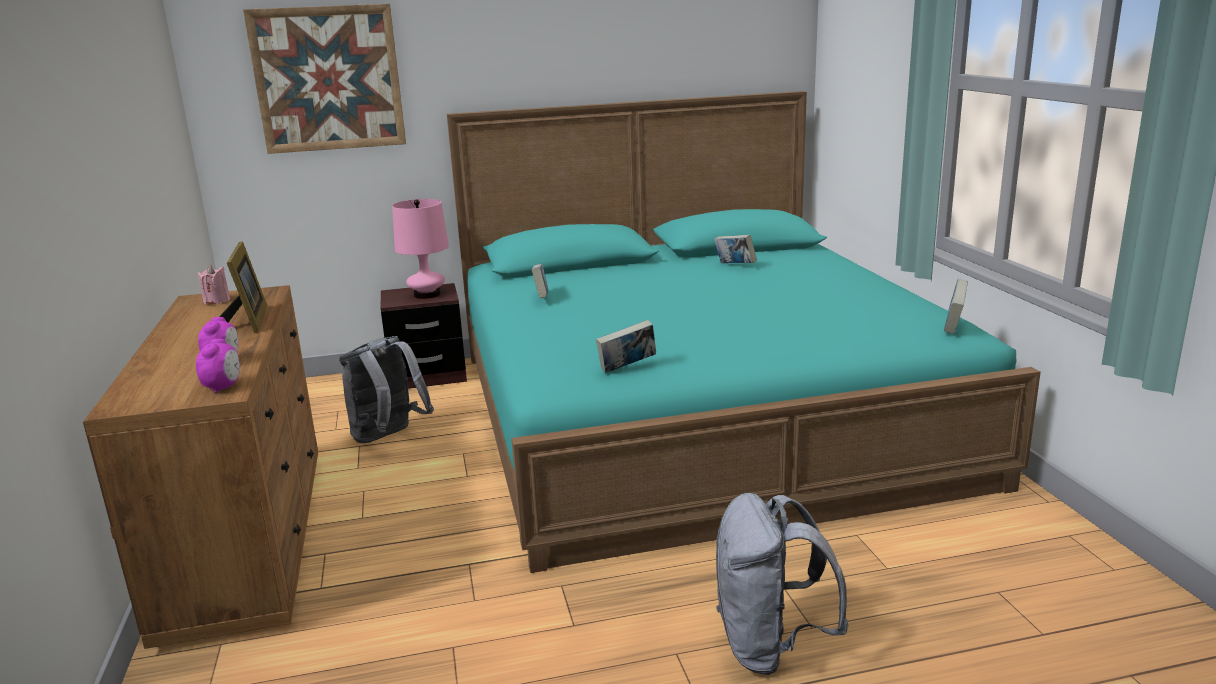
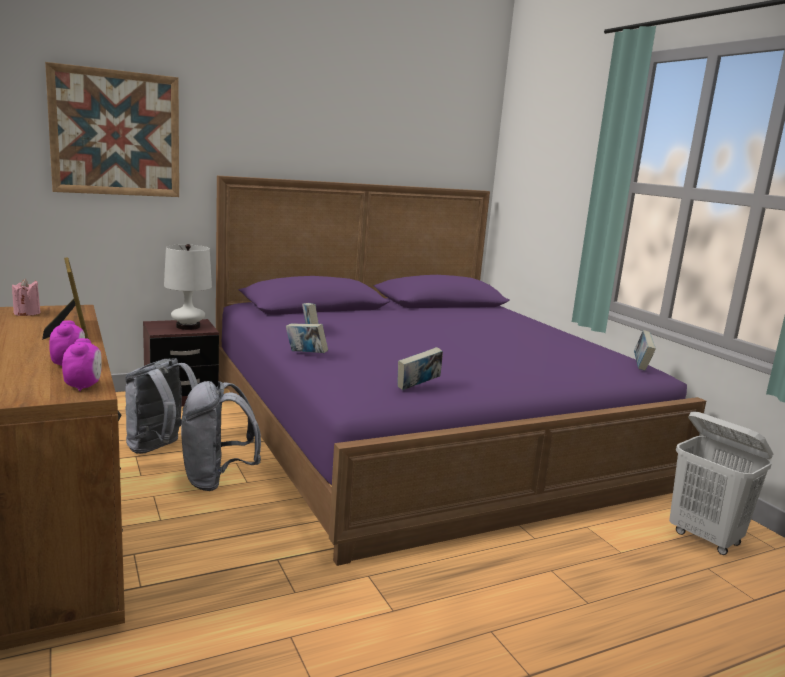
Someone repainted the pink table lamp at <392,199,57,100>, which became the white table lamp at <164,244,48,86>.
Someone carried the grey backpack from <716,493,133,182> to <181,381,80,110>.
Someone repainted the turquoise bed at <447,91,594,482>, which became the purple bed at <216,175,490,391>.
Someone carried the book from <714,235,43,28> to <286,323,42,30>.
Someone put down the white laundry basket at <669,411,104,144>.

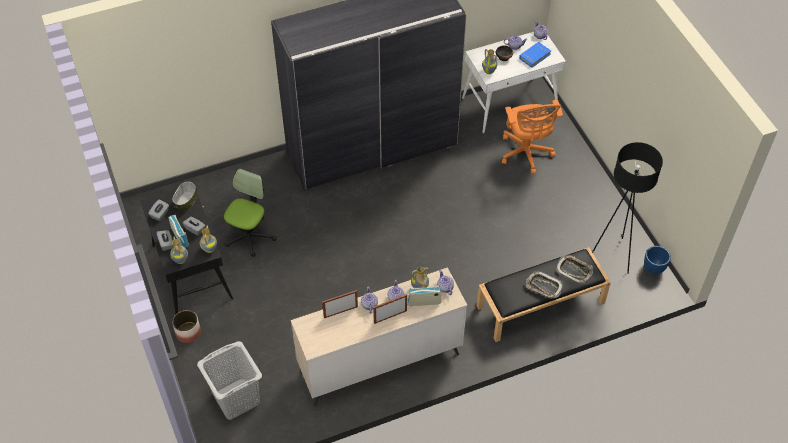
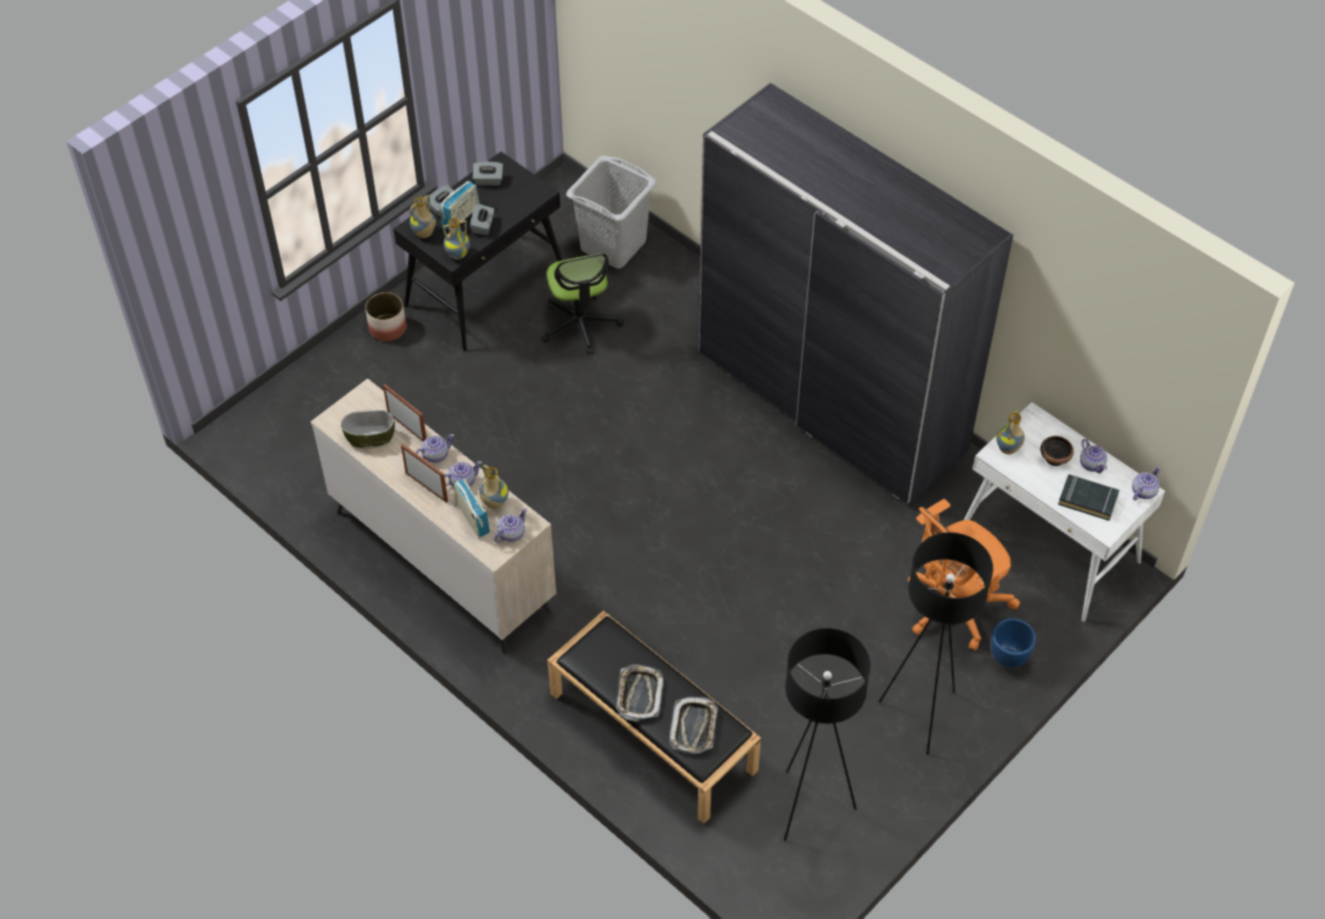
Someone carried the bowl from <172,182,25,29> to <341,410,54,39>.
Someone rotated the office chair at <224,169,53,88> by 75 degrees clockwise.
Someone carried the grey laundry basket from <197,341,65,79> to <566,156,91,113>.
Someone put down the black floor lamp at <879,532,114,223>.
Someone carried the blue planter from <644,246,27,28> to <991,618,45,50>.
Someone repainted the blue book at <519,42,32,26>, which became the black book at <1058,474,62,47>.

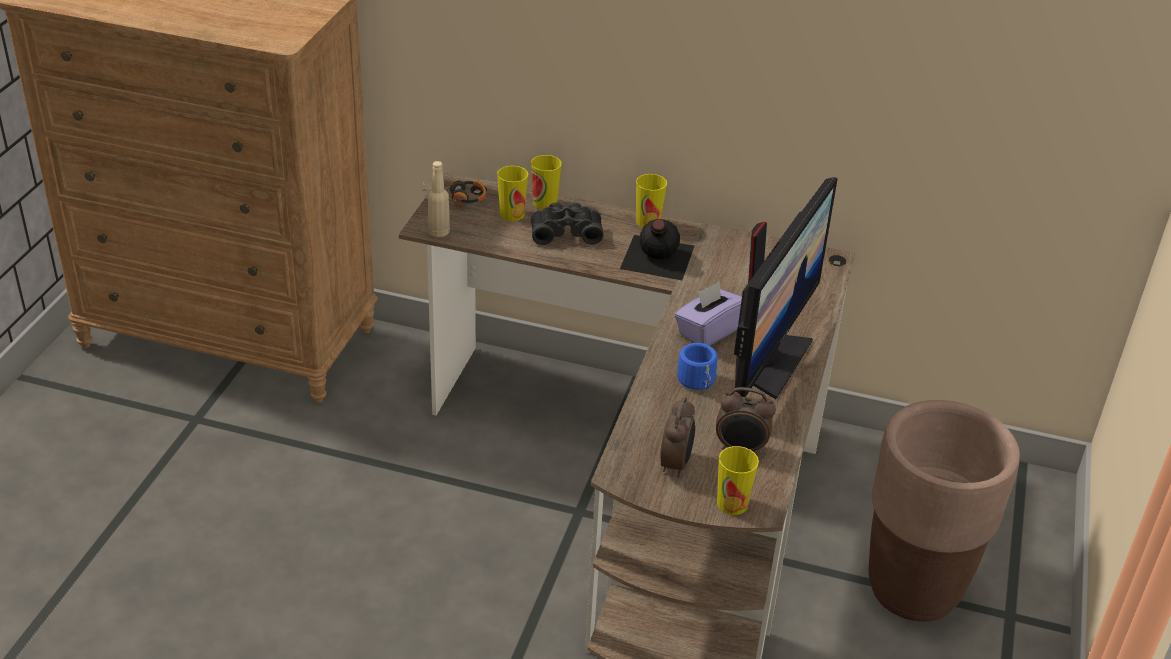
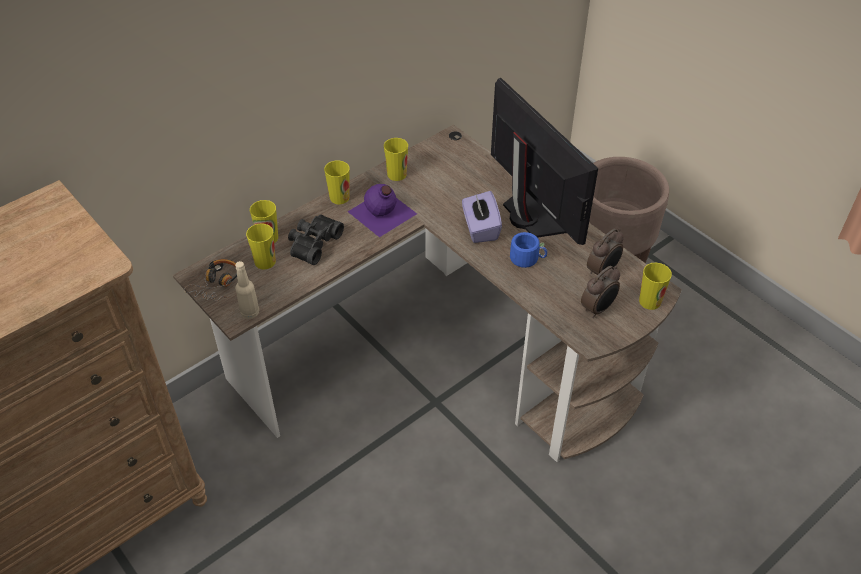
Someone repainted the black bottle at <620,219,74,61>, which became the purple bottle at <347,184,70,53>.
Someone put down the cup at <384,138,24,43>.
Someone rotated the alarm clock at <660,397,35,80> by 90 degrees clockwise.

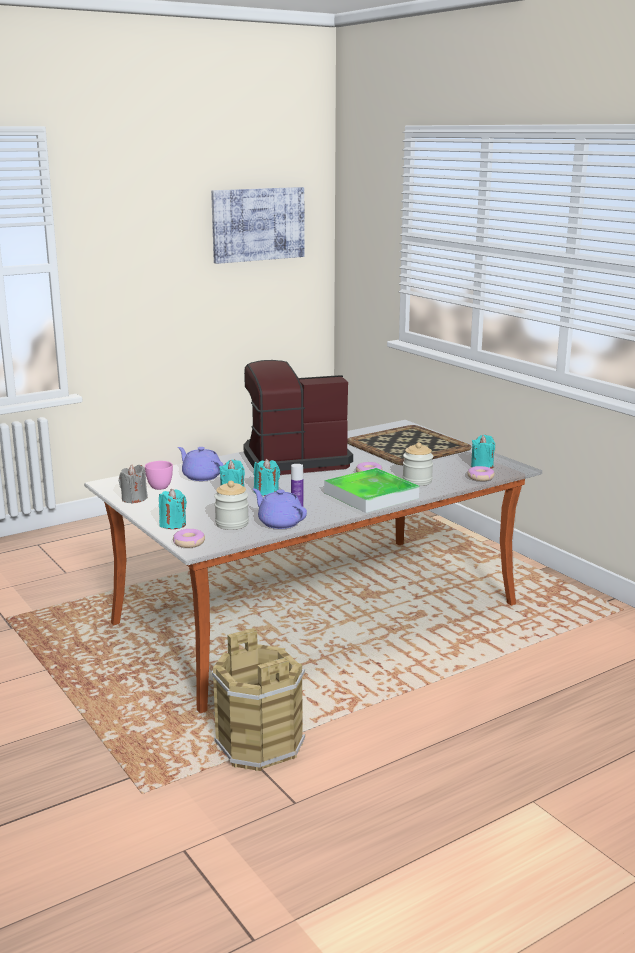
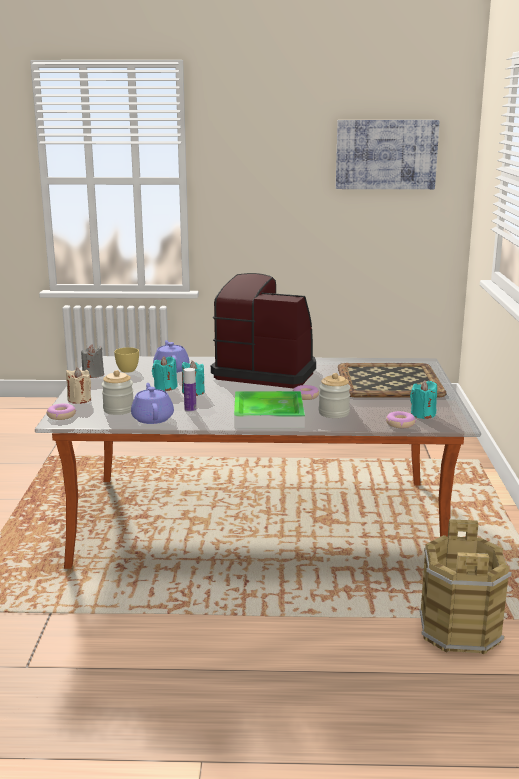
Someone repainted the turquoise candle at <159,489,28,40>, which became the beige candle at <66,368,25,36>.
Someone repainted the pink cup at <145,461,28,29>, which became the yellow cup at <114,347,25,26>.
Someone carried the brown bucket from <211,628,94,143> to <419,519,93,135>.

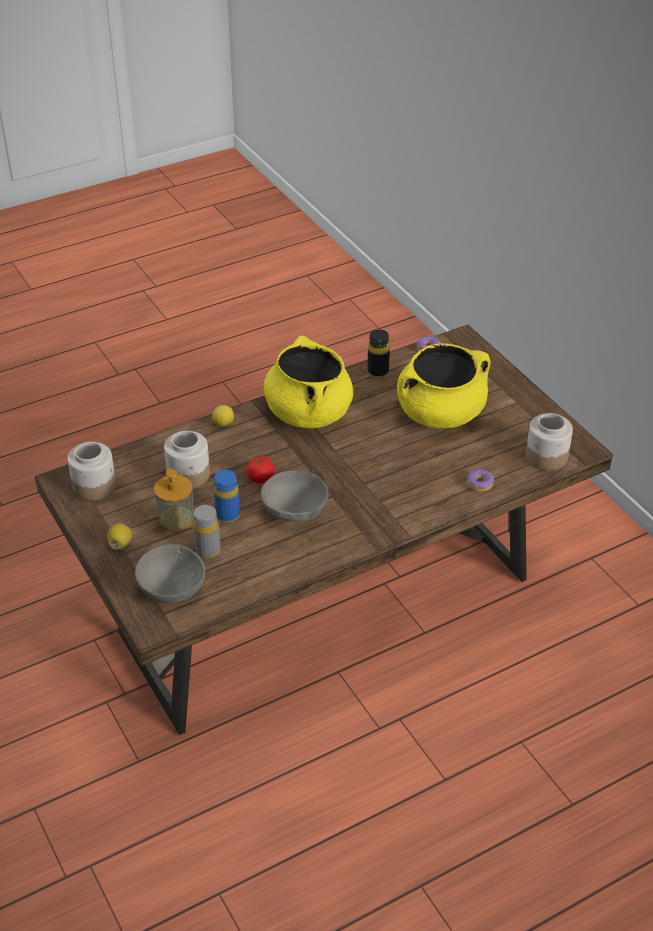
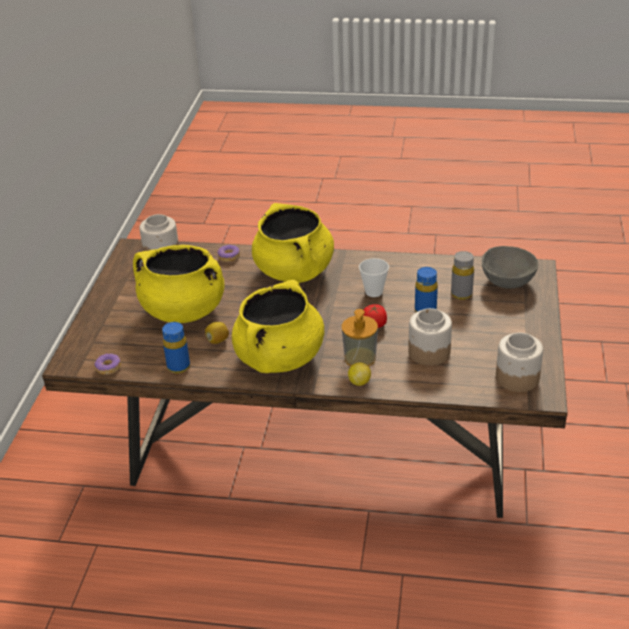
Someone repainted the black bottle at <367,329,23,49>, which became the blue bottle at <162,322,28,51>.
Someone carried the lemon from <106,523,26,27> to <205,322,24,22>.
Someone put down the yellow cooking pot at <252,203,82,80>.
Someone carried the soap dispenser from <154,468,39,63> to <342,309,36,58>.
Someone swapped the grey bowl at <261,471,67,51> for the cup at <359,258,30,39>.

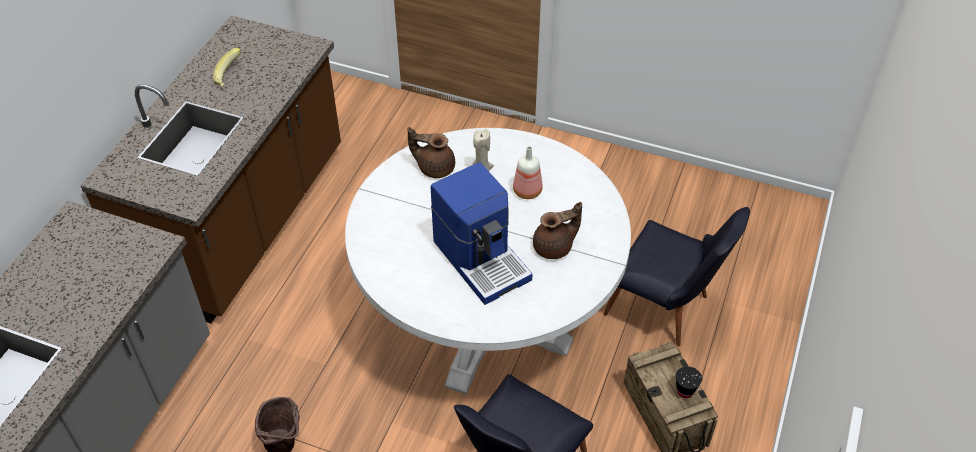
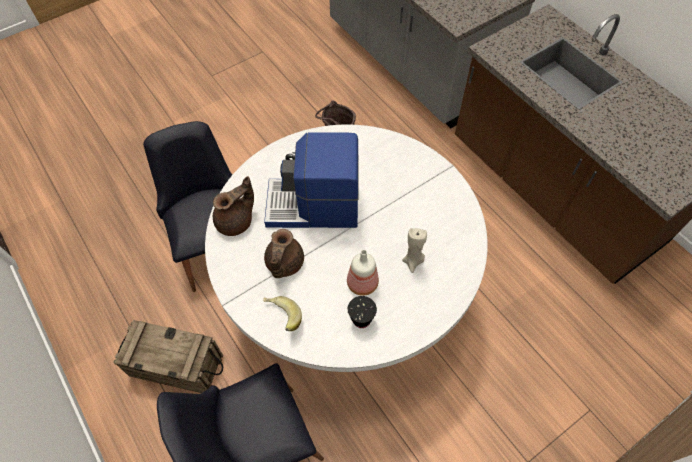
Someone carried the brown teapot from <407,127,48,51> to <213,176,41,60>.
Someone carried the banana from <213,48,29,39> to <263,296,39,35>.
Someone carried the black cup from <675,366,27,32> to <347,296,30,32>.

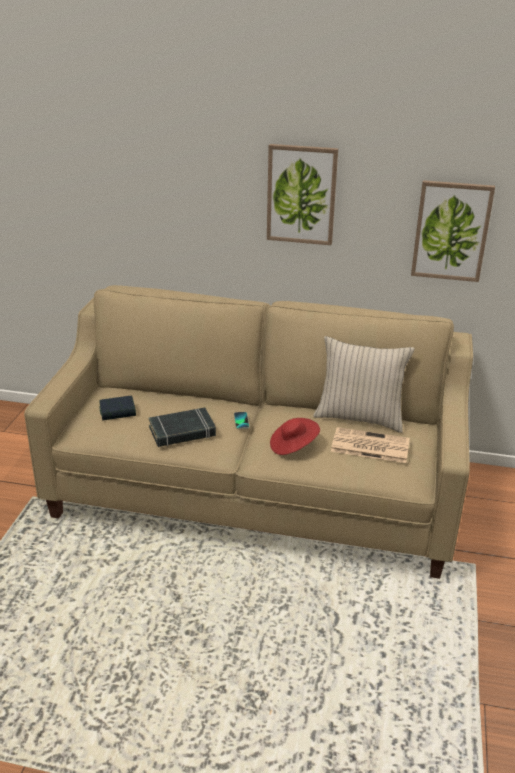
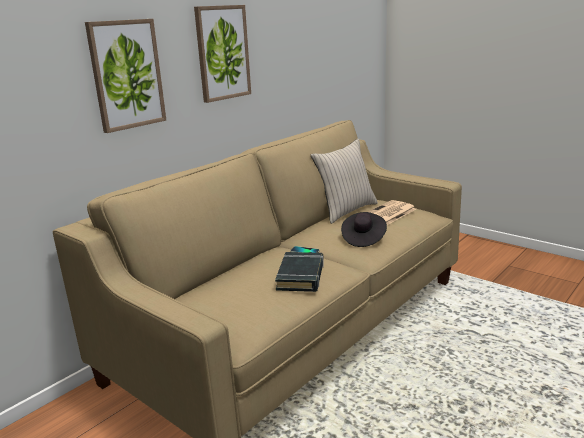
Someone carried the picture from <411,180,84,102> to <85,19,81,114>.
Someone repainted the red hat at <270,418,50,37>, which became the black hat at <341,212,46,35>.
Someone took away the book at <99,396,37,25>.

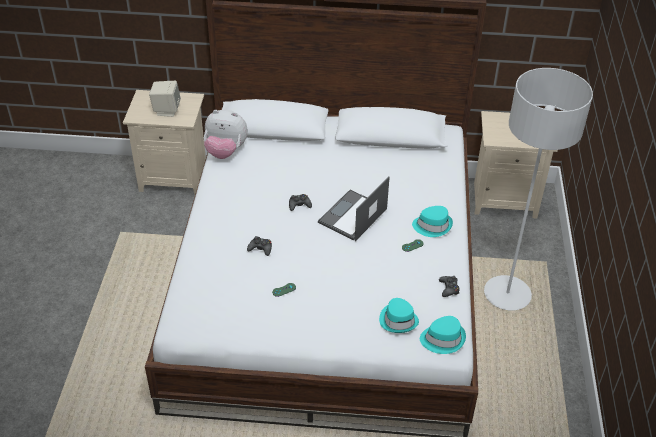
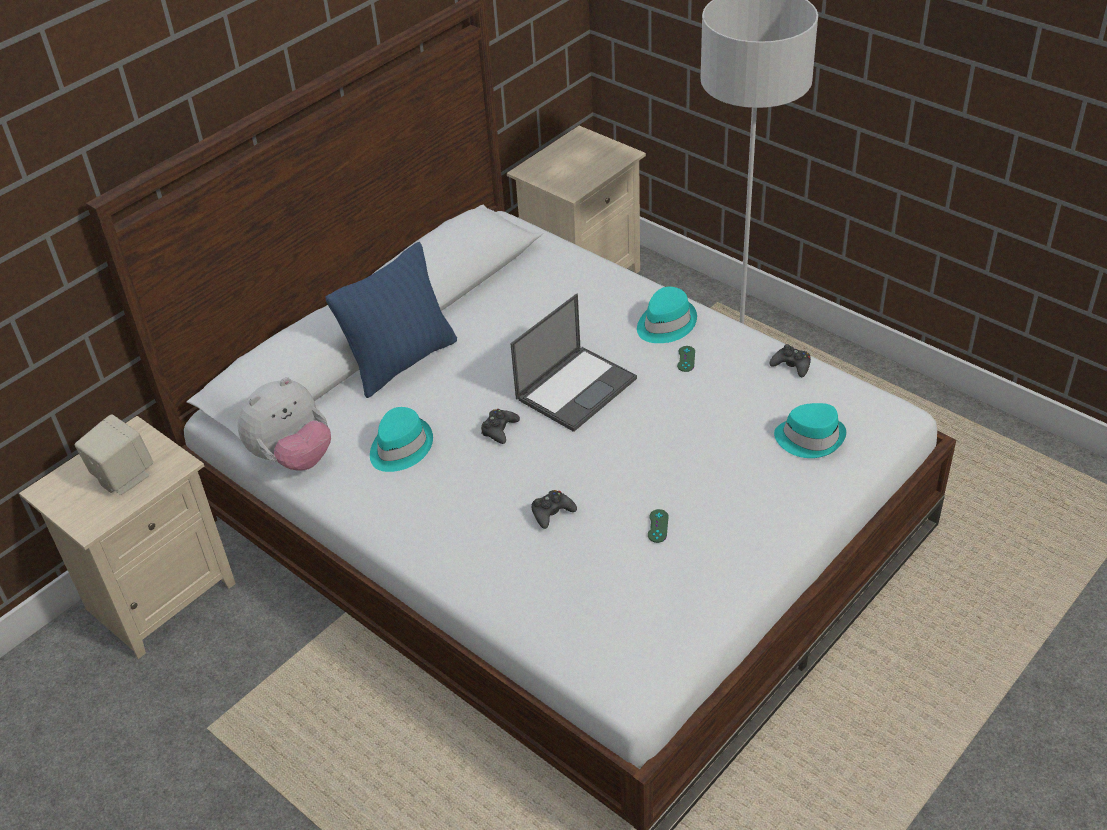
Someone put down the blue pillow at <326,242,131,156>.
Someone carried the turquoise hat from <420,316,46,38> to <370,407,63,65>.
Someone rotated the laptop at <318,176,72,65> by 120 degrees counterclockwise.

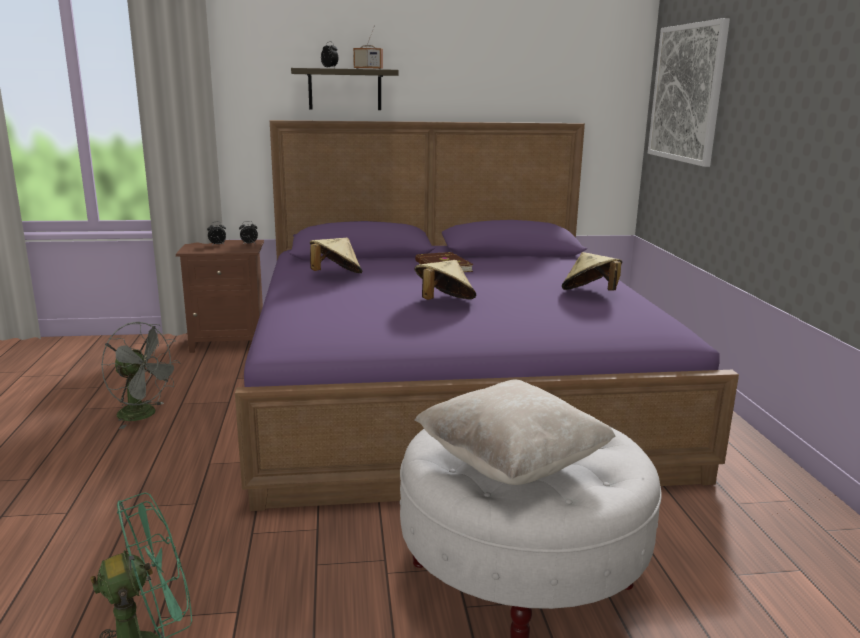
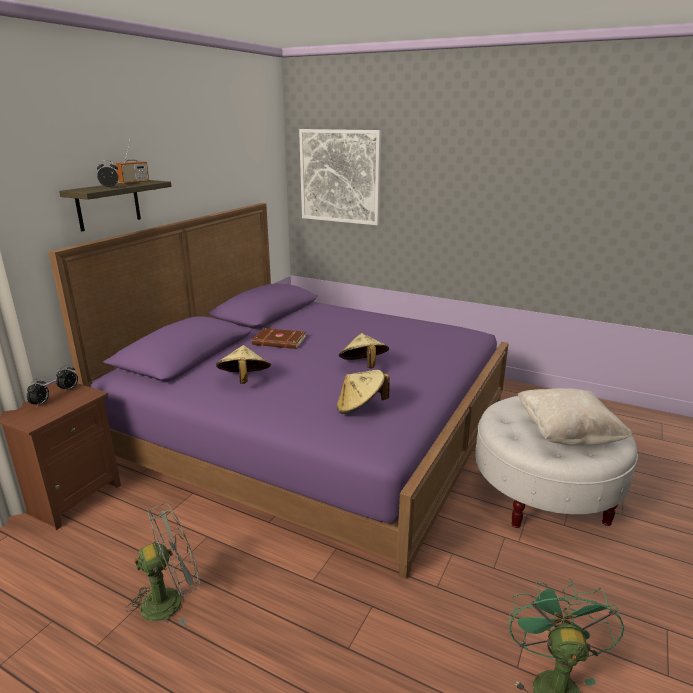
Someone carried the beige hat from <562,252,60,39> to <337,370,53,44>.

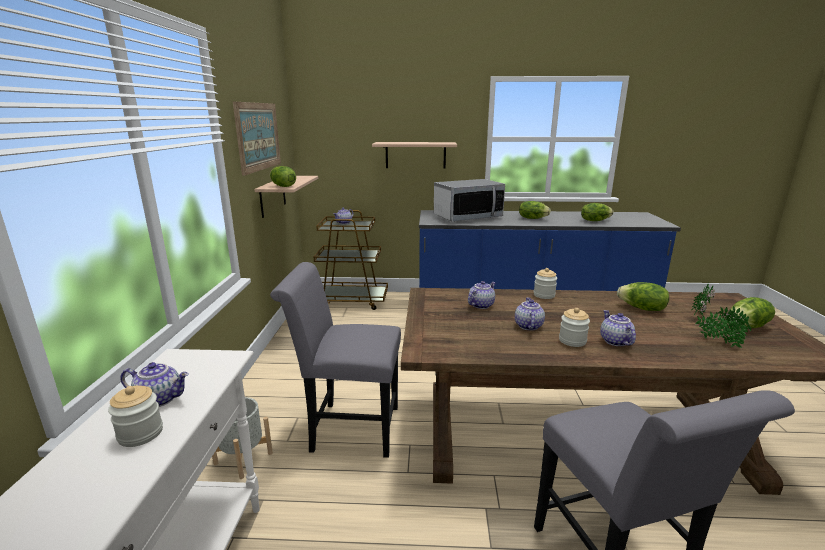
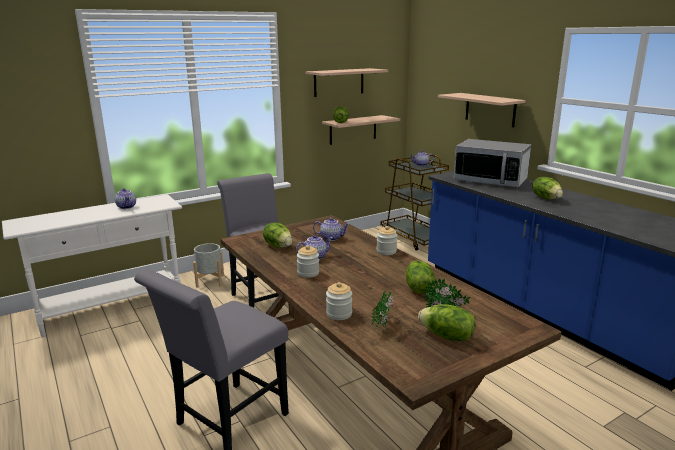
Someone carried the lettuce from <581,203,32,18> to <263,223,29,25>.
Someone swapped the picture at <233,102,48,74> for the shelf at <306,68,82,29>.
Someone carried the jar from <108,385,55,62> to <326,282,26,38>.
Someone took away the teapot at <600,310,36,36>.

